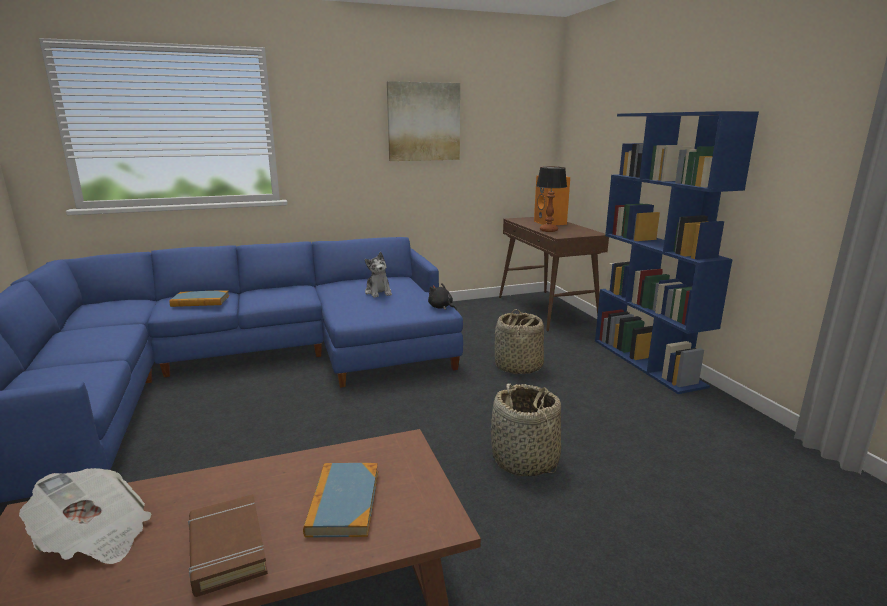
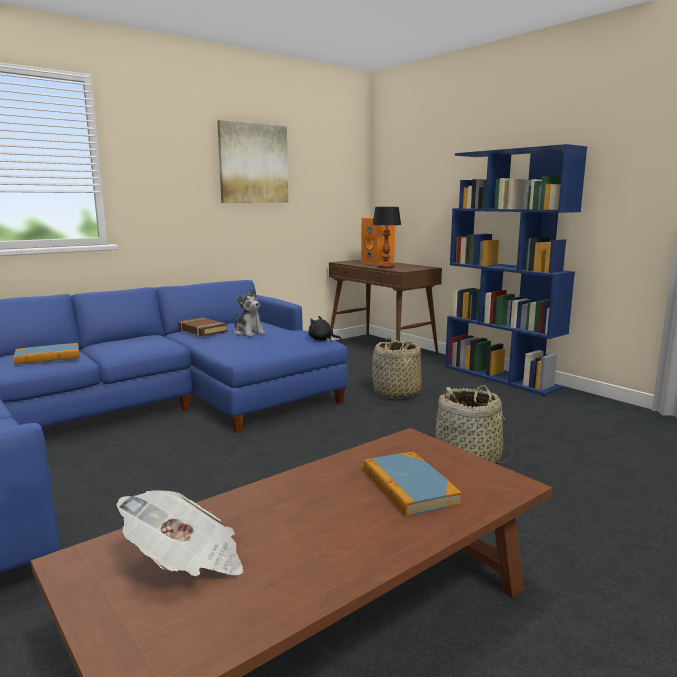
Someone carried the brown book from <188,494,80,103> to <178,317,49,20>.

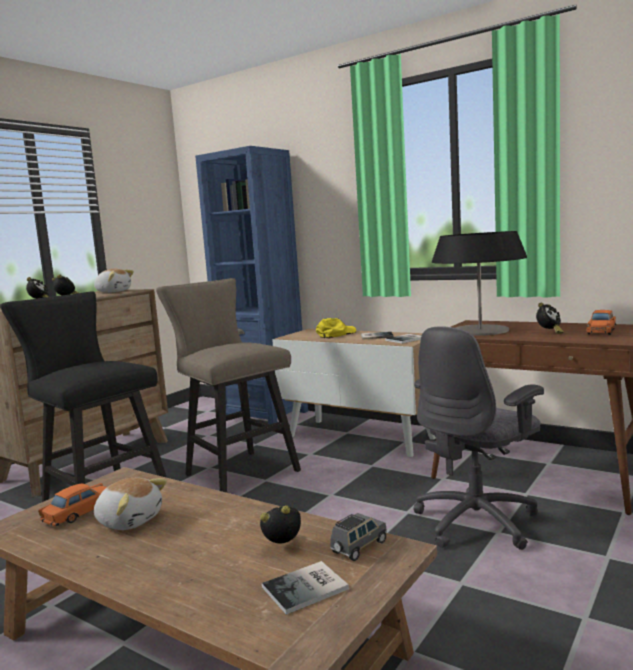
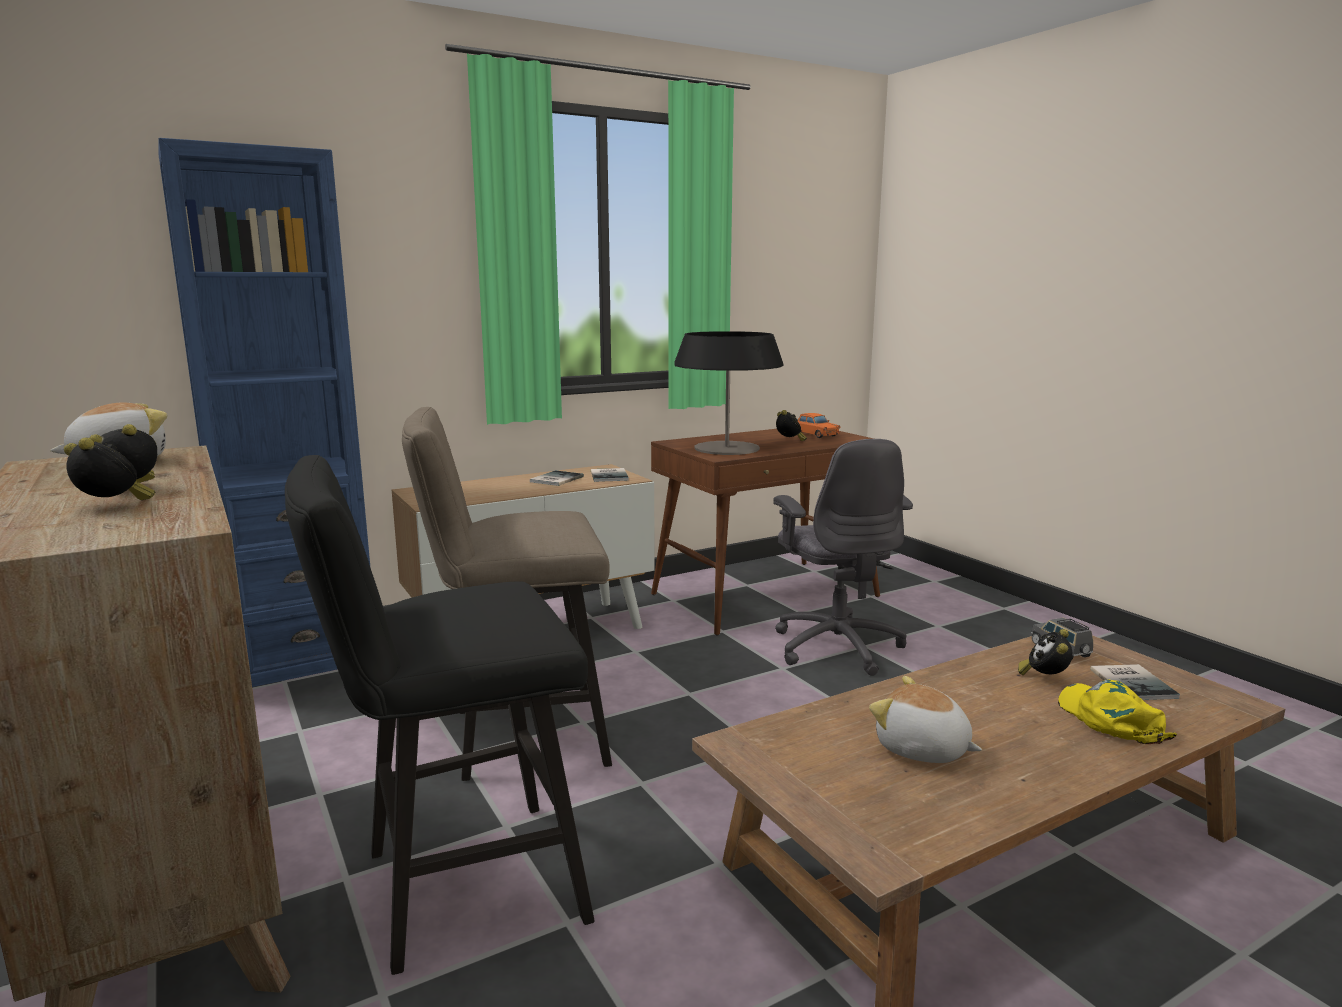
Someone rotated the plush toy at <94,478,73,52> by 105 degrees counterclockwise.
Someone carried the yellow cap from <316,318,40,20> to <1058,680,119,64>.
Someone took away the orange toy car at <38,483,69,43>.

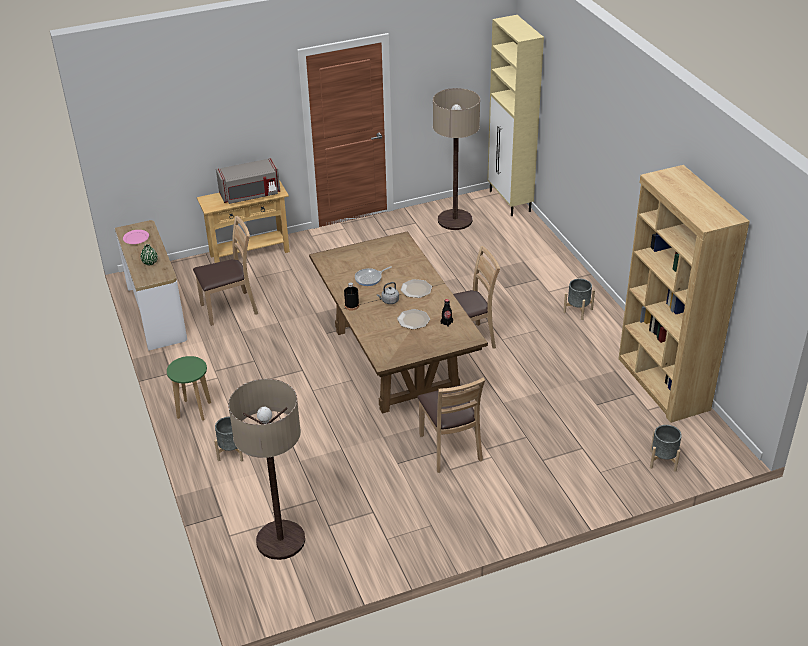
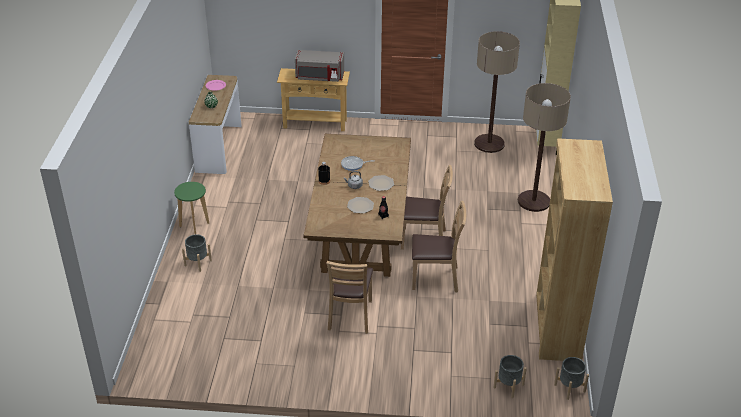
Someone carried the brown chair from <193,216,65,110> to <412,201,54,92>.
Someone carried the floor lamp from <228,379,77,181> to <518,83,53,129>.
Someone carried the grey planter from <563,279,32,41> to <554,357,35,43>.

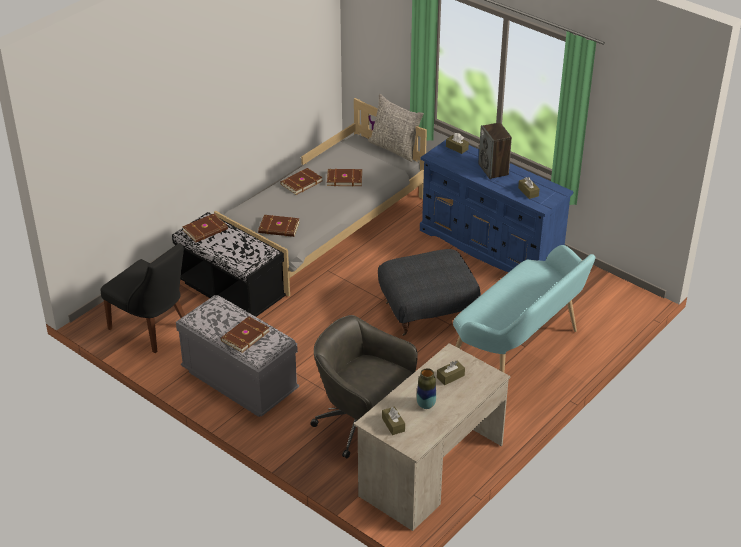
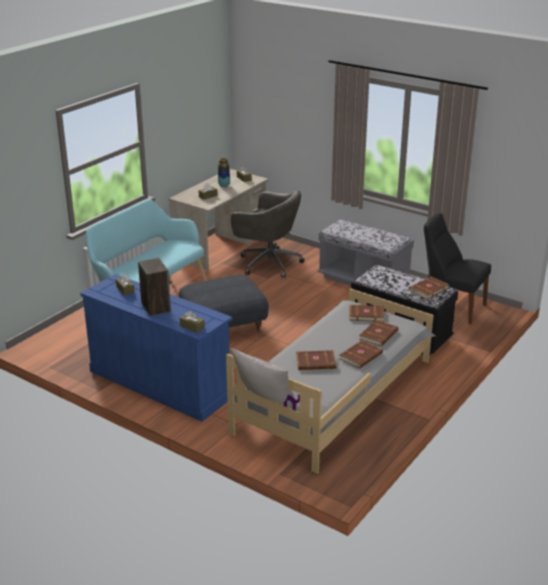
Someone carried the brown book from <221,316,49,37> to <359,320,39,26>.

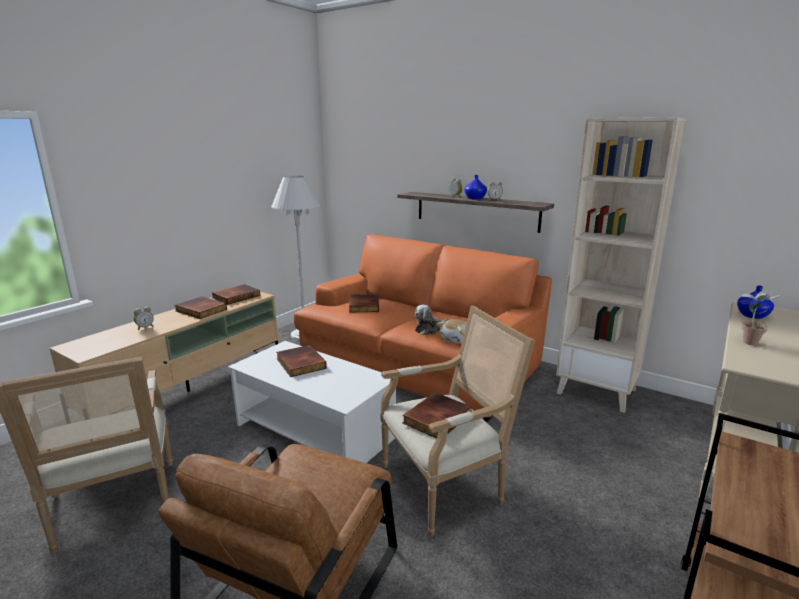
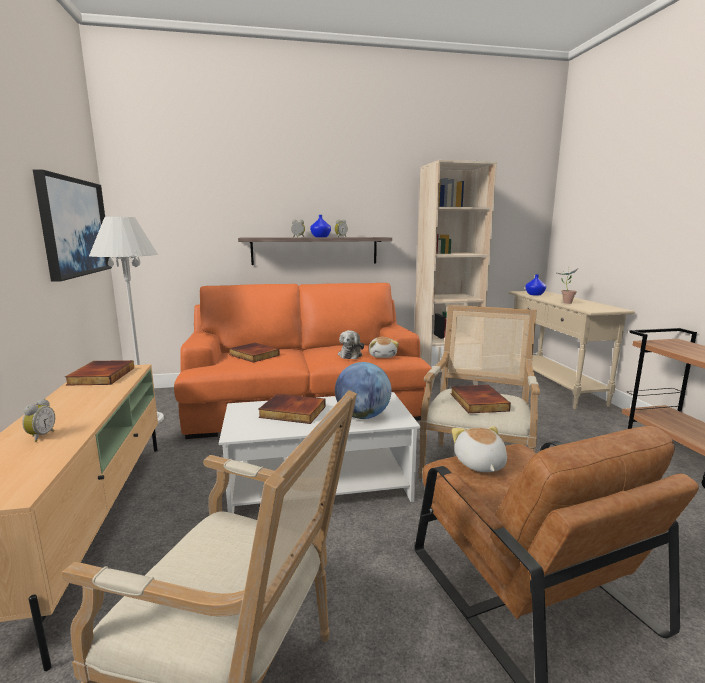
Someone put up the picture at <33,169,79,113>.
Someone put down the globe at <335,362,57,57>.
Someone put down the plush toy at <452,426,55,46>.
Someone took away the book at <175,296,52,23>.

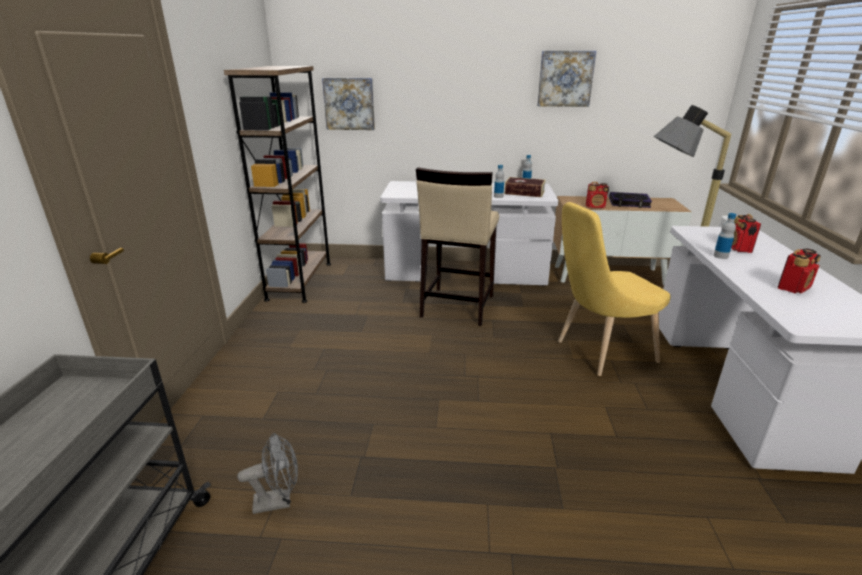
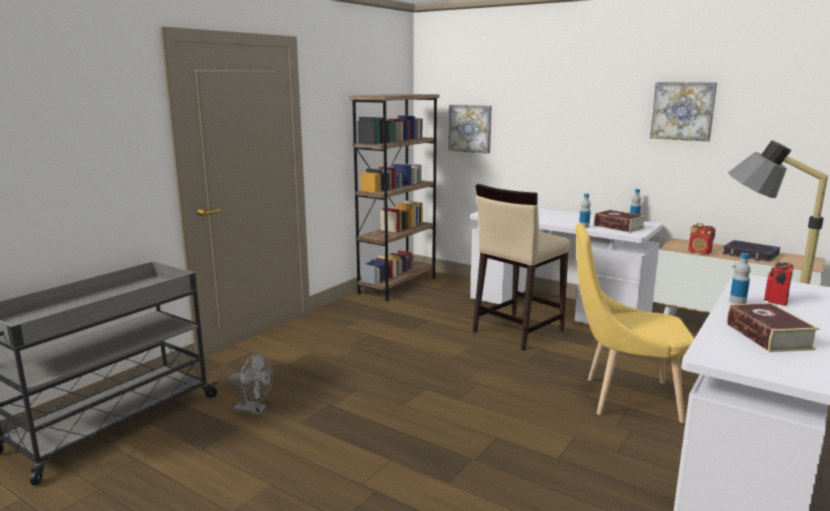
Someone swapped the radio at <777,249,44,45> for the book at <727,303,93,49>.

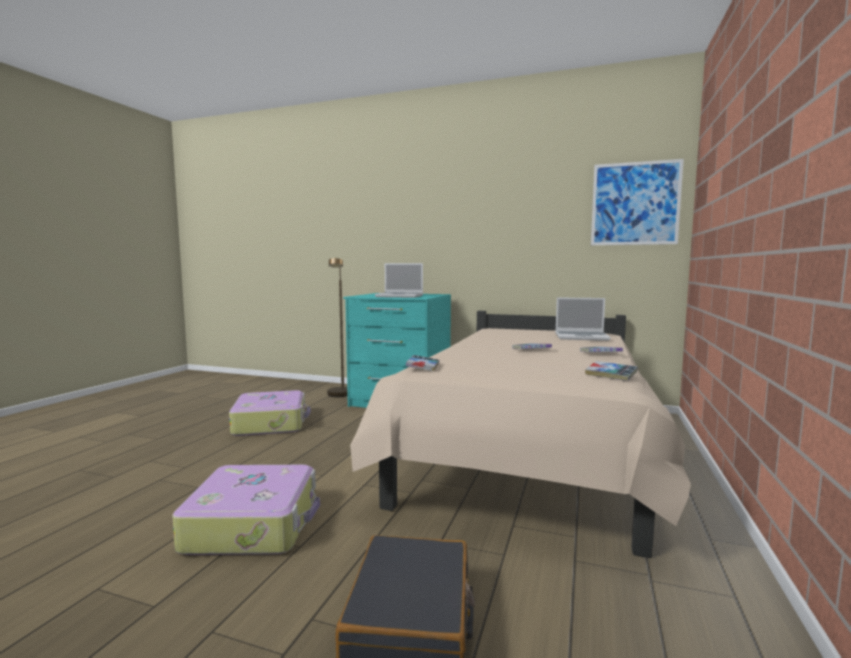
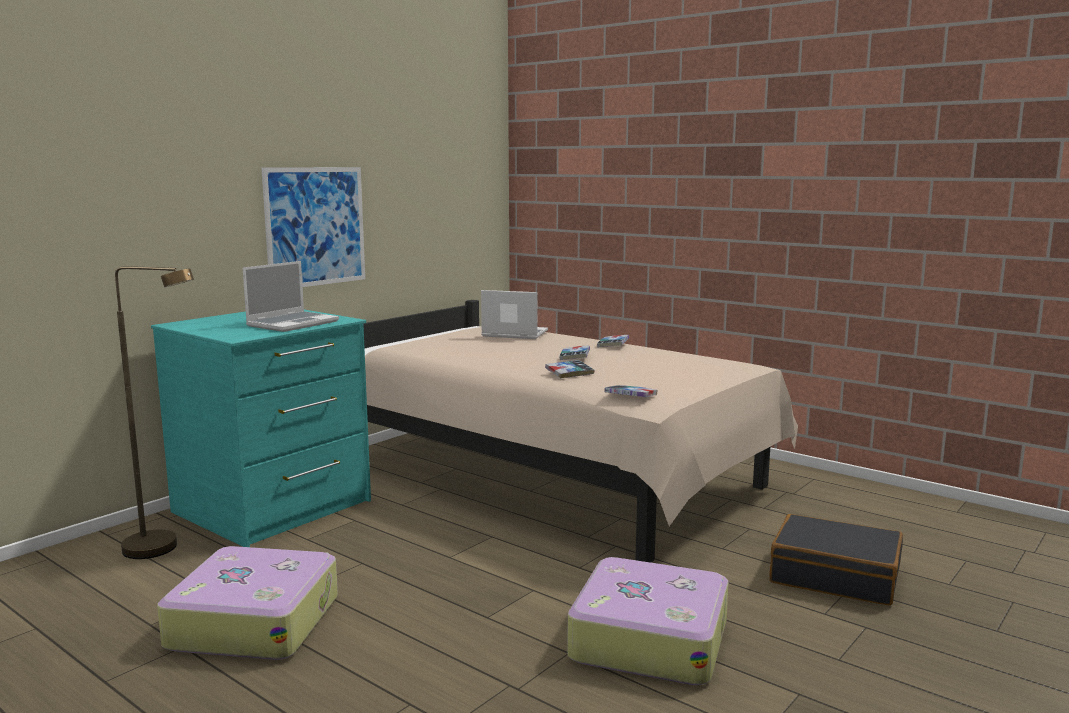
Someone carried the picture from <591,159,93,86> to <262,167,103,120>.
Someone rotated the laptop at <555,298,56,43> by 105 degrees counterclockwise.
Someone carried the book from <585,361,53,20> to <545,360,49,18>.

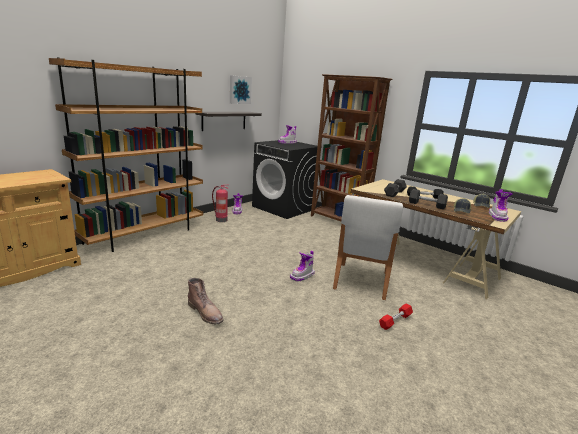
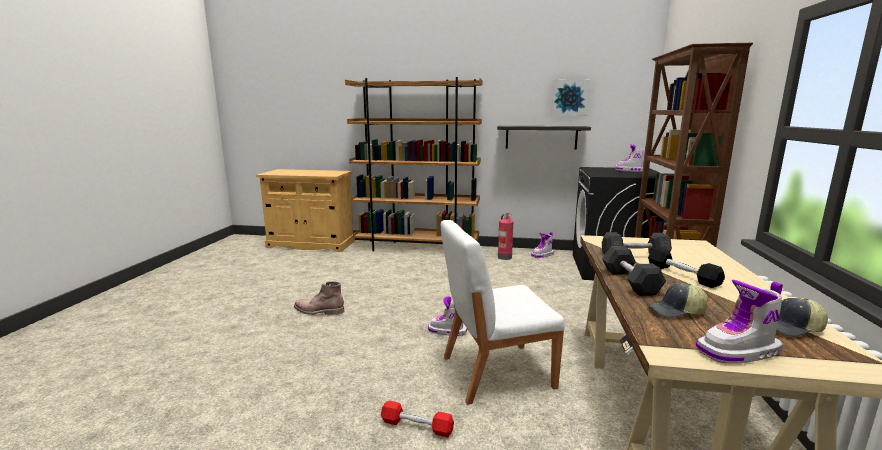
Someone rotated the brown boot at <188,278,36,47> by 90 degrees clockwise.

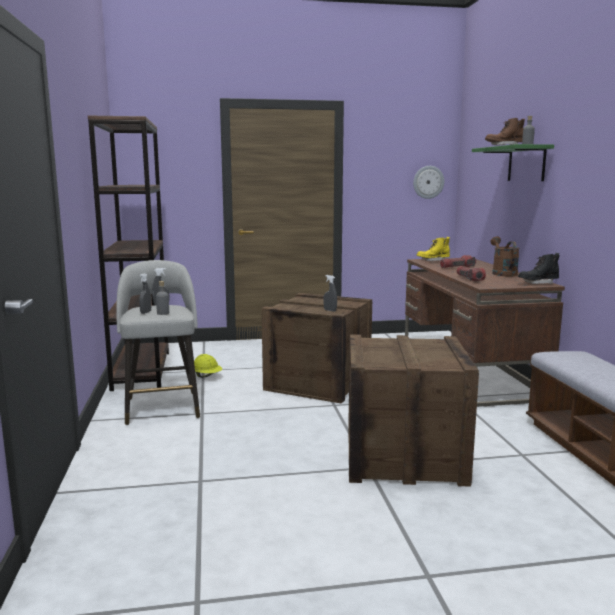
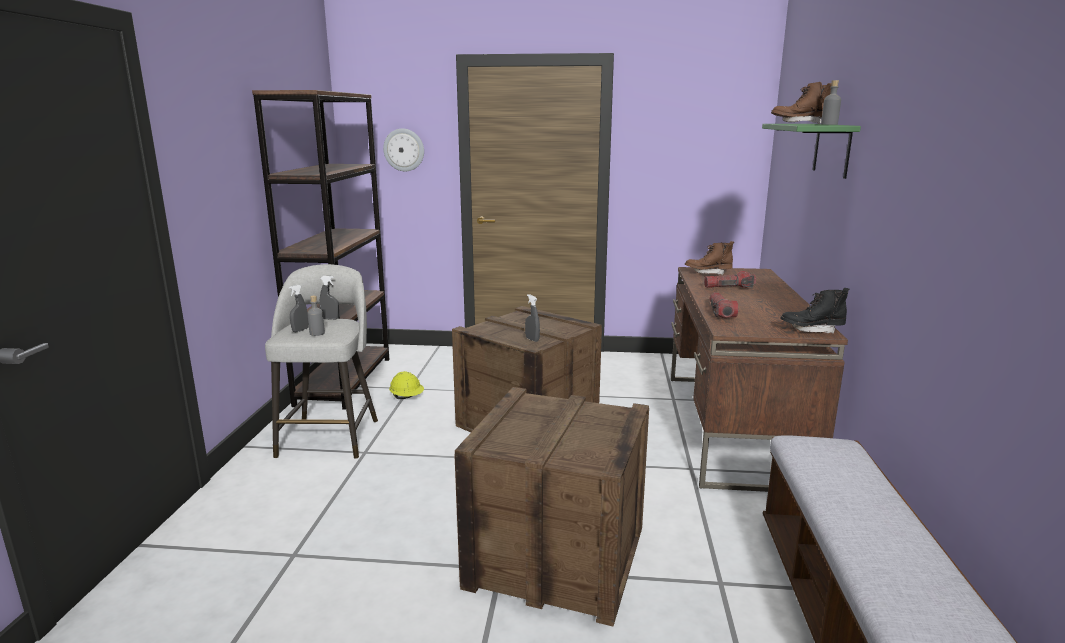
Someone carried the wall clock from <413,166,31,33> to <383,128,41,43>.
Someone repainted the yellow boot at <417,237,33,24>, which became the brown boot at <685,241,49,34>.
Someone took away the brown watering can at <491,236,29,40>.

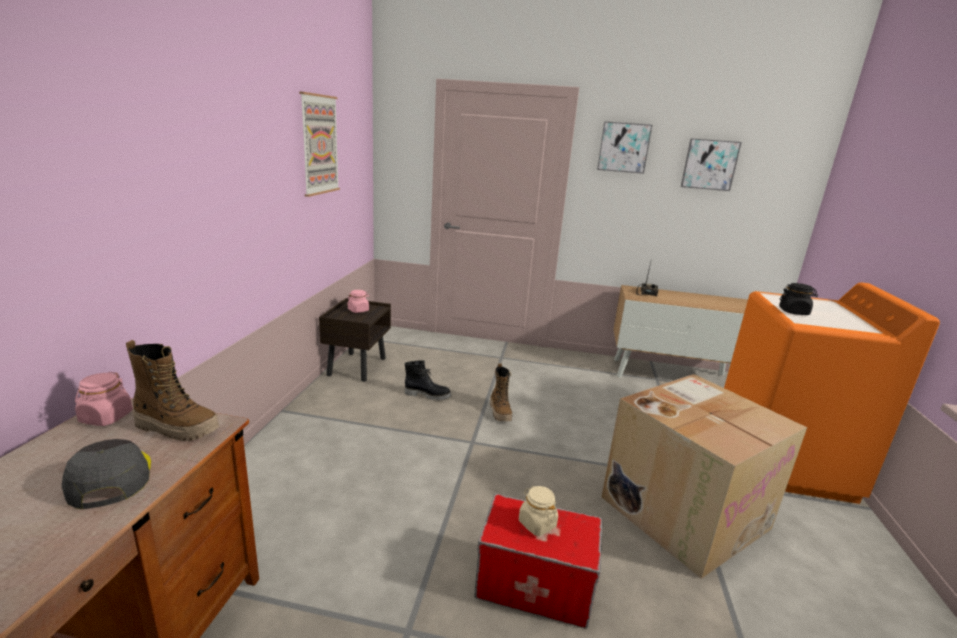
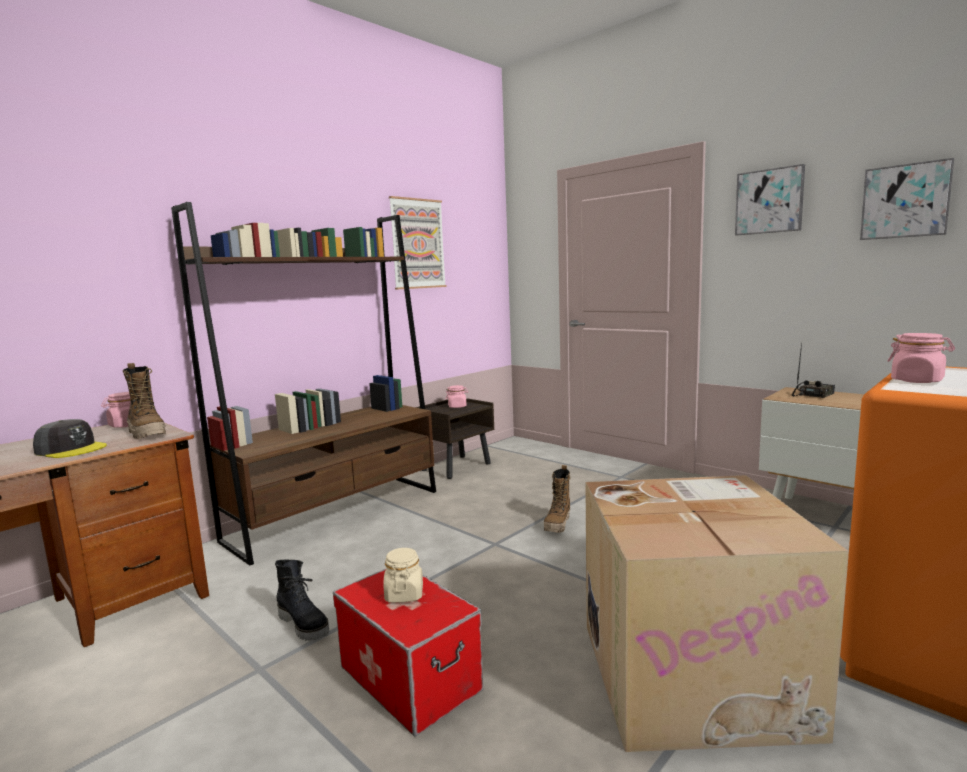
Someone rotated the grey cap at <61,439,90,70> by 105 degrees clockwise.
Someone put down the brown bookcase at <171,202,265,364>.
Someone carried the black boot from <405,360,46,41> to <275,559,54,82>.
Someone repainted the black jar at <779,283,39,32>, which became the pink jar at <888,333,67,50>.

